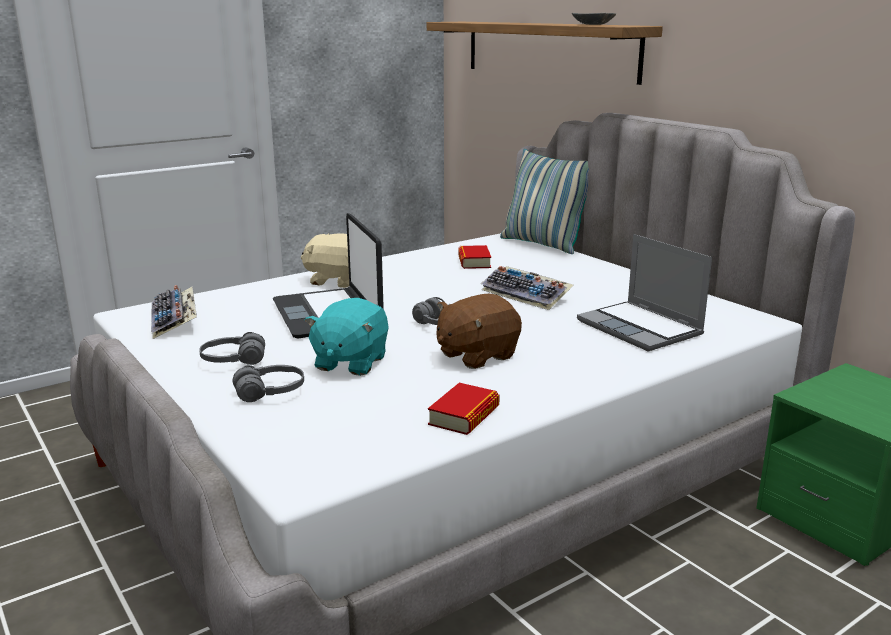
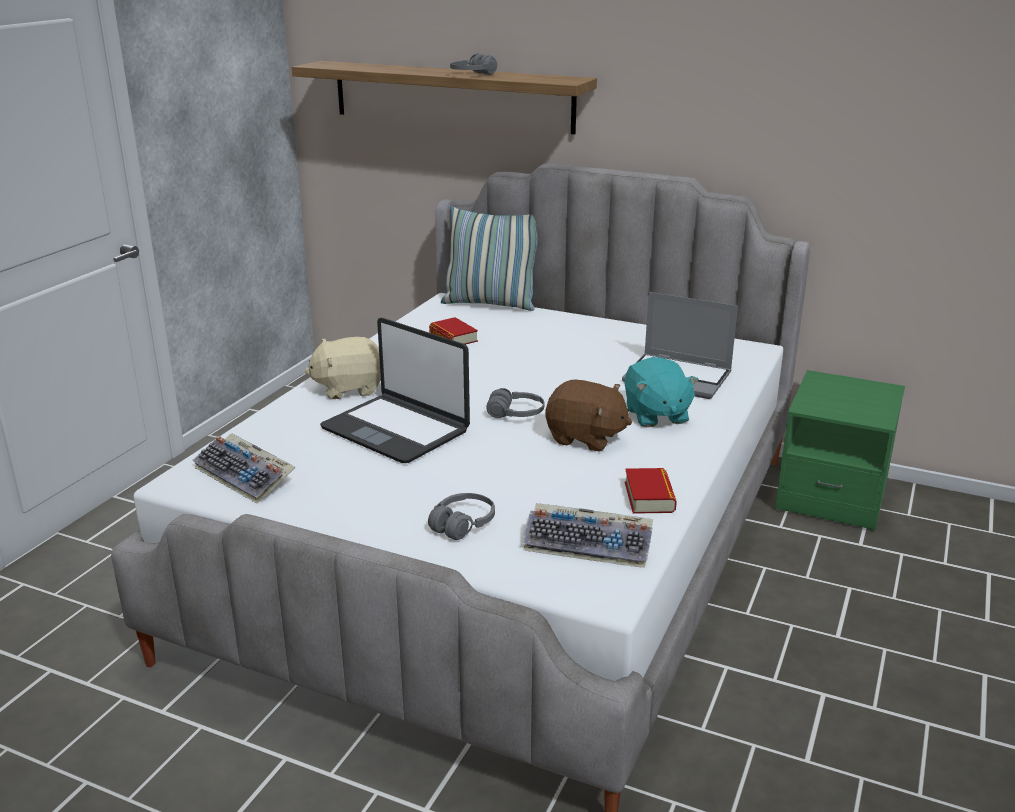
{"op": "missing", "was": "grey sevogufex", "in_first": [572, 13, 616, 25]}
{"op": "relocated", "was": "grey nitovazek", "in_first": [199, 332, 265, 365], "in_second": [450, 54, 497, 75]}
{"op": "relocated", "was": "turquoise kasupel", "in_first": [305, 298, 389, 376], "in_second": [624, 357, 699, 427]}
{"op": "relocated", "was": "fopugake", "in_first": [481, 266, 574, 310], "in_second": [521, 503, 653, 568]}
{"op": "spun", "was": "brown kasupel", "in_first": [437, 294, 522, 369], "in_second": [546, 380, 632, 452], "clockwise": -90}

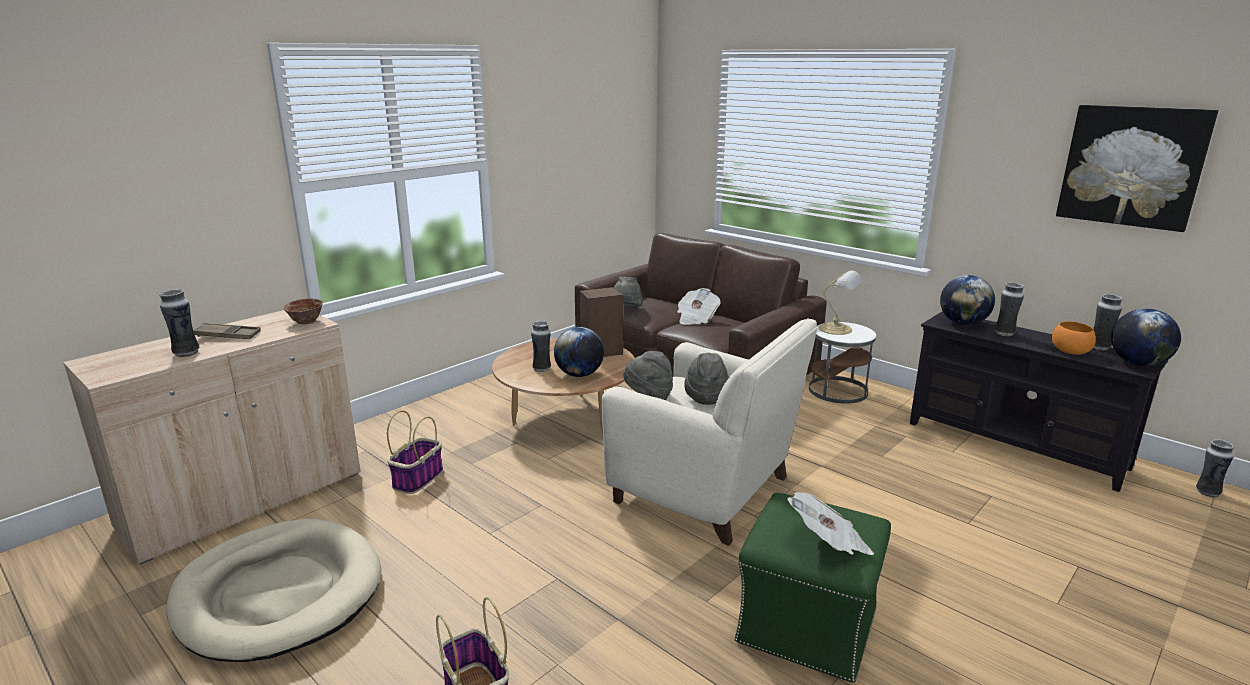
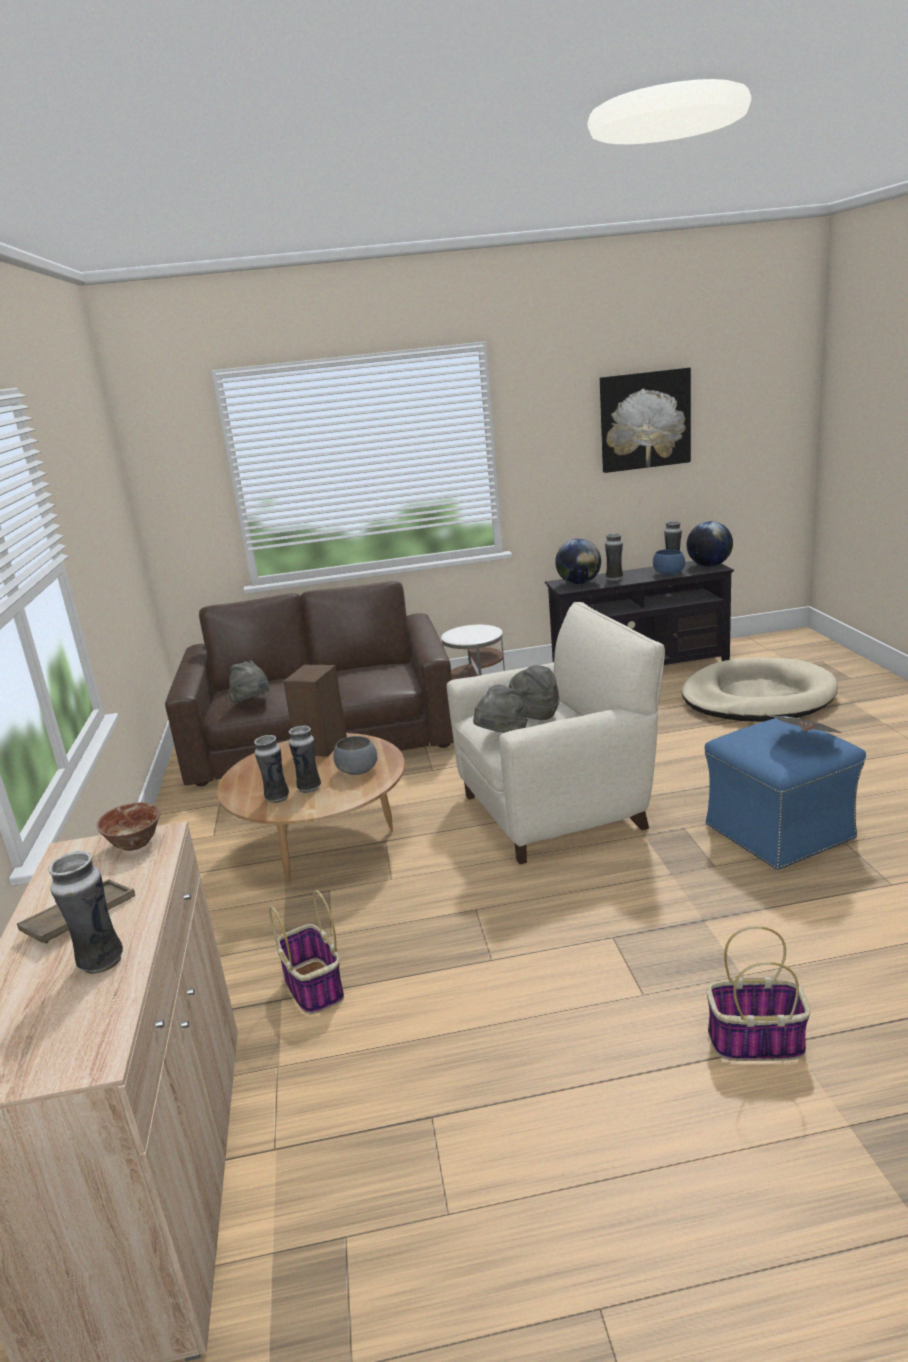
{"op": "missing", "was": "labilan", "in_first": [677, 288, 721, 325]}
{"op": "missing", "was": "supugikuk", "in_first": [819, 270, 863, 335]}
{"op": "relocated", "was": "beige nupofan", "in_first": [166, 519, 382, 662], "in_second": [682, 657, 838, 722]}
{"op": "relocated", "was": "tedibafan", "in_first": [1196, 439, 1234, 498], "in_second": [254, 735, 289, 803]}
{"op": "exchanged", "was": "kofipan", "now": "grey sevogufex", "in_first": [554, 327, 604, 377], "in_second": [333, 736, 377, 775]}
{"op": "colour", "was": "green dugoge", "now": "blue dugoge", "in_first": [735, 493, 891, 683], "in_second": [705, 716, 866, 870]}
{"op": "colour", "was": "orange sevogufex", "now": "blue sevogufex", "in_first": [1052, 321, 1096, 355], "in_second": [653, 549, 685, 575]}

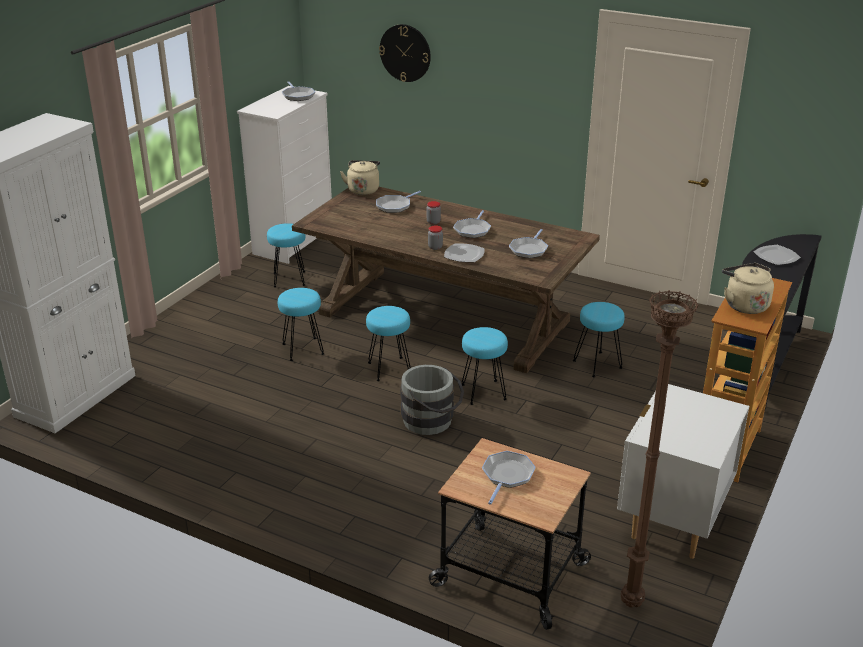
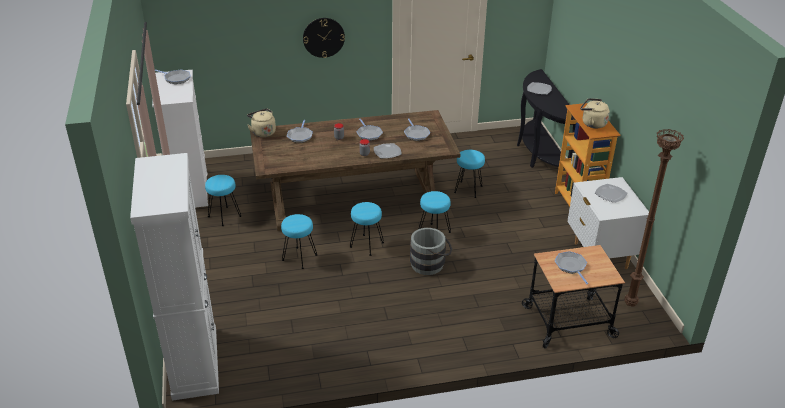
{"op": "appeared", "now": "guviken", "in_second": [595, 184, 627, 203]}
{"op": "relocated", "was": "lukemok", "in_first": [379, 24, 431, 82], "in_second": [303, 18, 345, 58]}

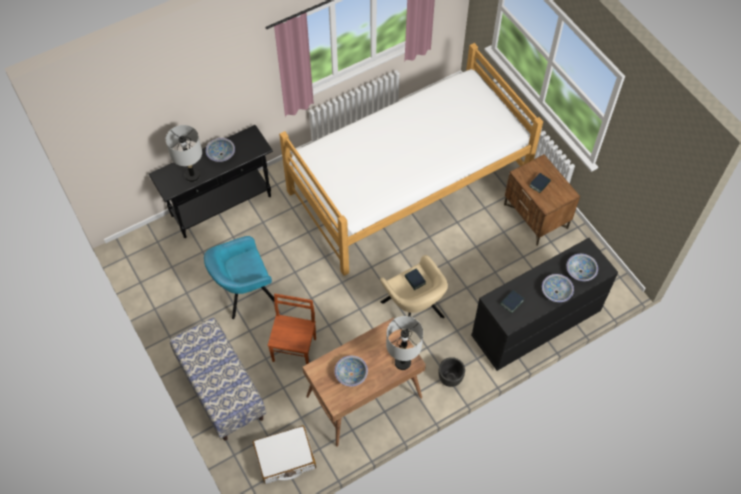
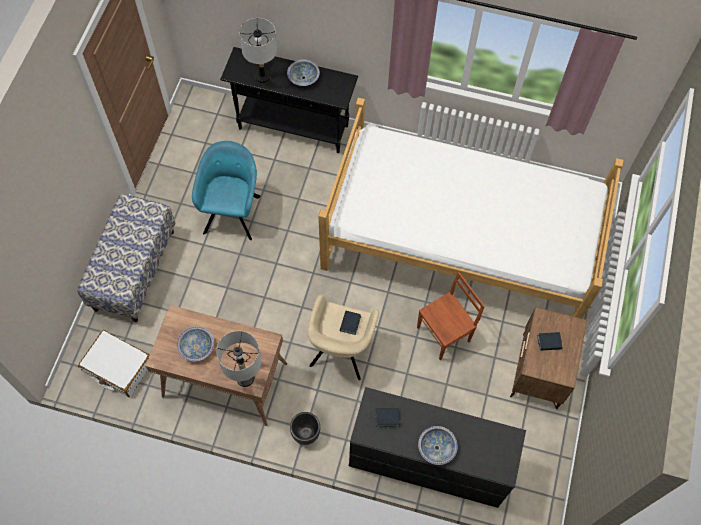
{"op": "missing", "was": "sevogufex", "in_first": [566, 254, 598, 281]}
{"op": "relocated", "was": "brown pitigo", "in_first": [268, 294, 316, 365], "in_second": [417, 272, 485, 360]}
{"op": "spun", "was": "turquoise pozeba", "in_first": [204, 236, 274, 319], "in_second": [192, 141, 261, 240], "clockwise": 75}

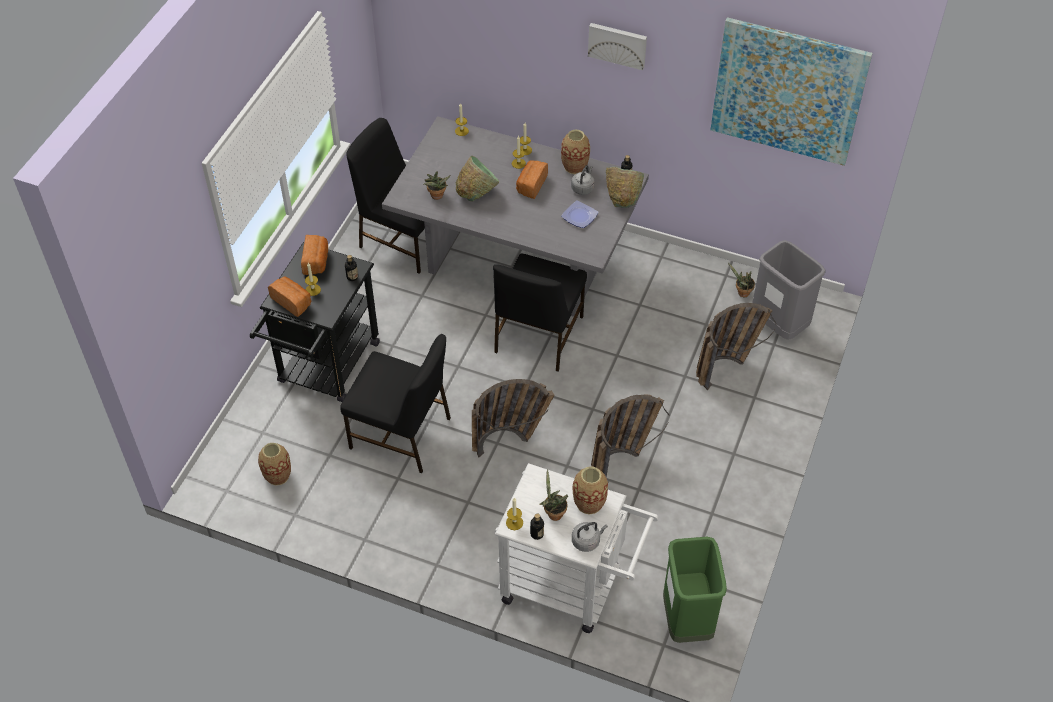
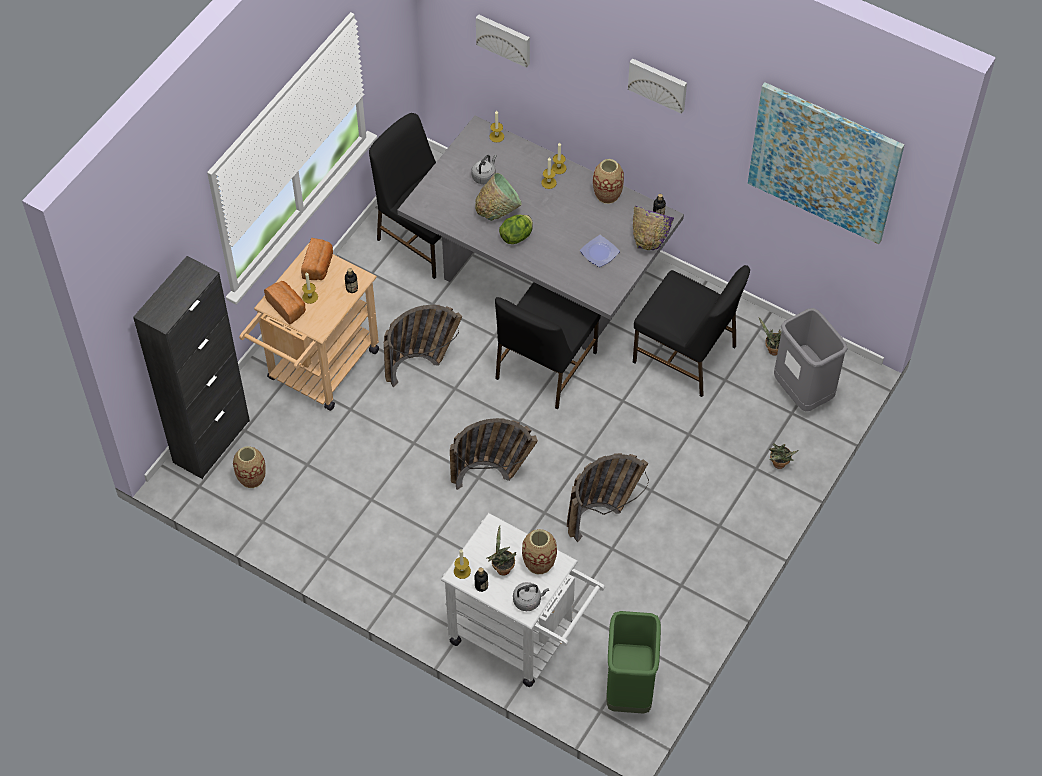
{"op": "missing", "was": "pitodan", "in_first": [516, 160, 548, 199]}
{"op": "appeared", "now": "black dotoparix", "in_second": [133, 256, 250, 479]}
{"op": "appeared", "now": "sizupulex", "in_second": [476, 14, 530, 68]}
{"op": "appeared", "now": "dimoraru", "in_second": [499, 215, 533, 244]}
{"op": "relocated", "was": "black pitigo", "in_first": [340, 334, 451, 473], "in_second": [633, 265, 750, 397]}
{"op": "relocated", "was": "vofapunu", "in_first": [424, 171, 451, 200], "in_second": [769, 444, 799, 469]}
{"op": "relocated", "was": "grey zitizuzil", "in_first": [571, 165, 595, 195], "in_second": [471, 155, 497, 184]}
{"op": "relocated", "was": "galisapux", "in_first": [696, 303, 776, 390], "in_second": [384, 305, 462, 387]}
{"op": "colour", "was": "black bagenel", "now": "beige bagenel", "in_first": [250, 242, 380, 402], "in_second": [239, 242, 379, 411]}
{"op": "colour", "was": "green sevogufex", "now": "purple sevogufex", "in_first": [606, 167, 644, 208], "in_second": [633, 206, 674, 250]}

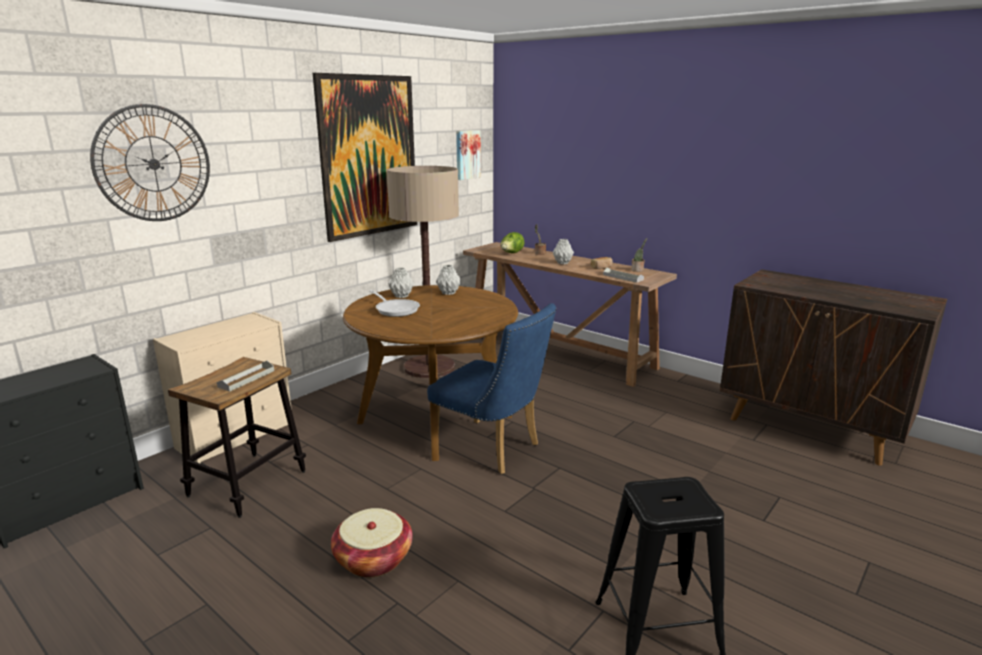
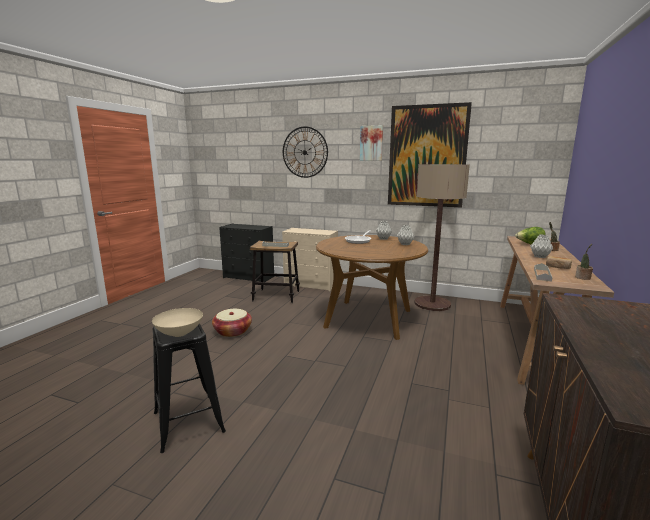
{"op": "missing", "was": "blue pitigo", "in_first": [427, 303, 556, 474]}
{"op": "appeared", "now": "beige sevogufex", "in_second": [152, 308, 203, 337]}
{"op": "relocated", "was": "sizupulex", "in_first": [456, 130, 481, 180], "in_second": [360, 125, 383, 161]}

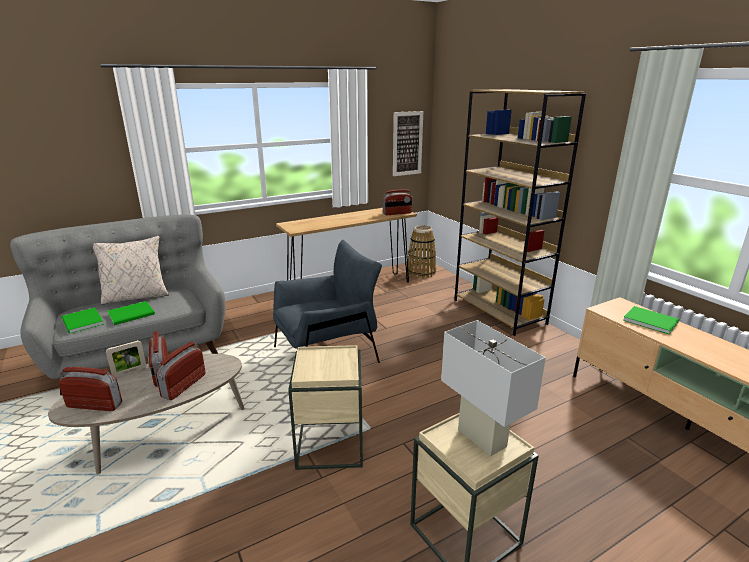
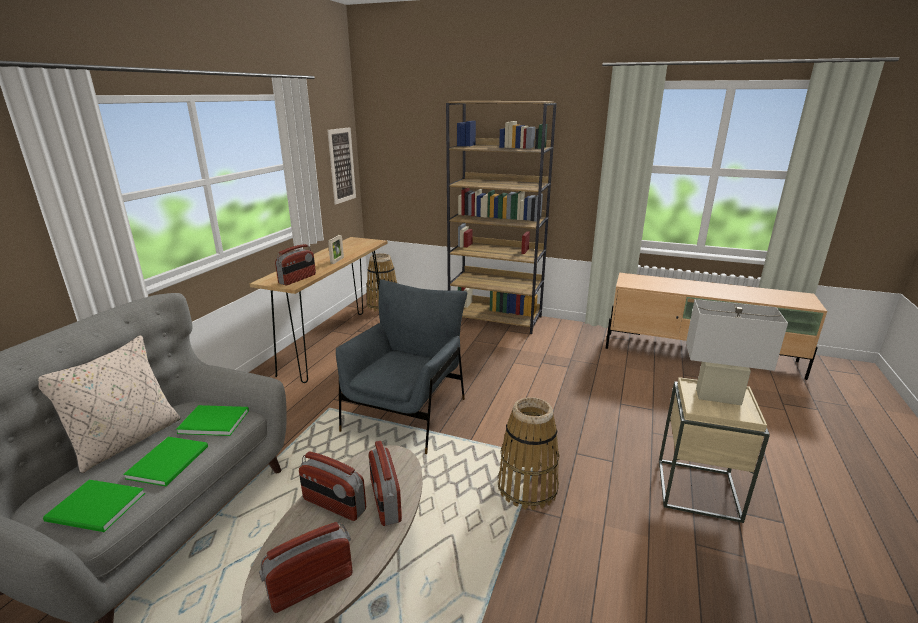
{"op": "relocated", "was": "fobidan", "in_first": [106, 340, 146, 377], "in_second": [328, 235, 344, 264]}
{"op": "relocated", "was": "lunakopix", "in_first": [382, 189, 413, 215], "in_second": [275, 244, 316, 285]}
{"op": "relocated", "was": "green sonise", "in_first": [623, 306, 679, 334], "in_second": [176, 405, 249, 436]}
{"op": "exchanged", "was": "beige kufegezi", "now": "galisapux", "in_first": [288, 345, 363, 470], "in_second": [498, 397, 559, 510]}

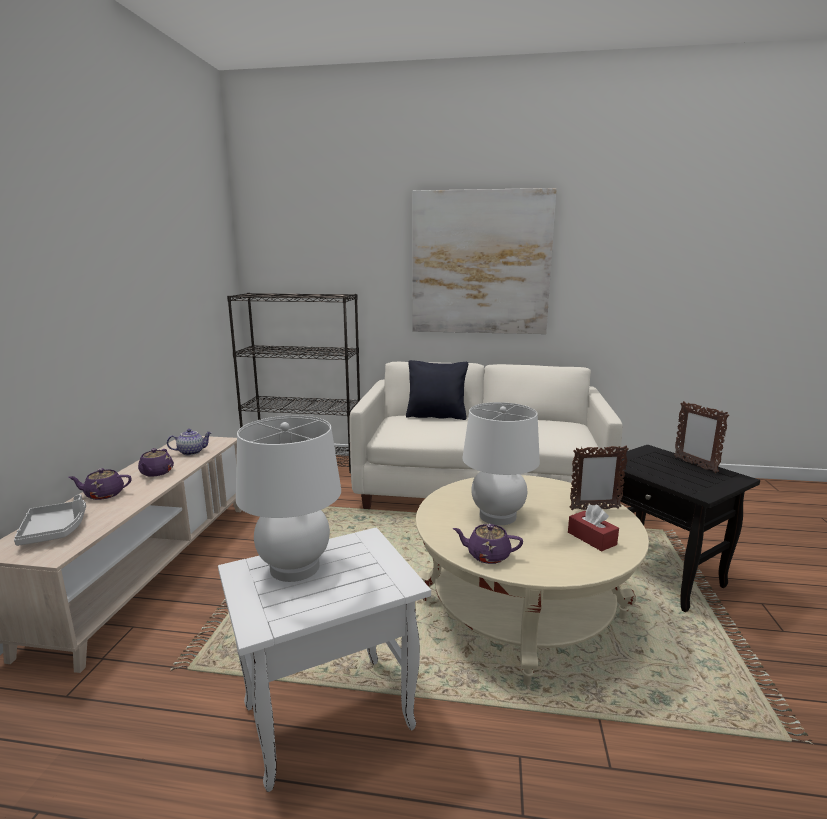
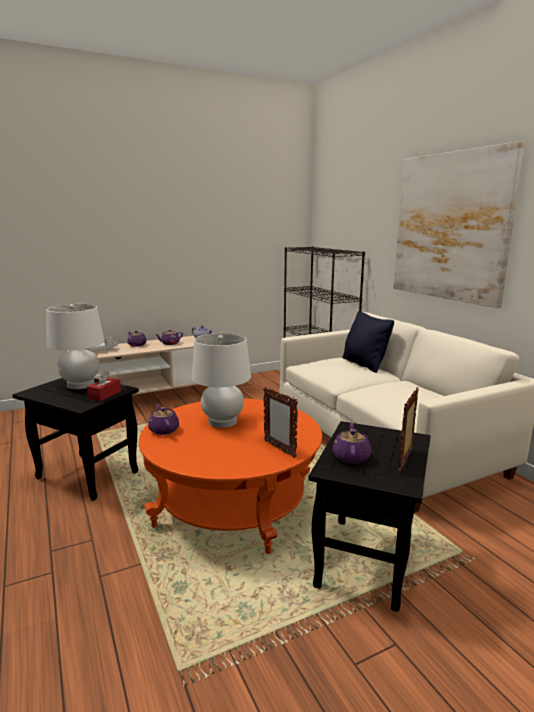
{"op": "appeared", "now": "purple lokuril", "in_second": [332, 422, 371, 464]}
{"op": "relocated", "was": "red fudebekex", "in_first": [568, 504, 619, 551], "in_second": [87, 371, 121, 401]}
{"op": "colour", "was": "white kufegezi", "now": "black kufegezi", "in_first": [218, 527, 431, 792], "in_second": [12, 378, 139, 501]}
{"op": "colour", "was": "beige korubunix", "now": "orange korubunix", "in_first": [416, 475, 649, 686], "in_second": [139, 398, 322, 554]}

